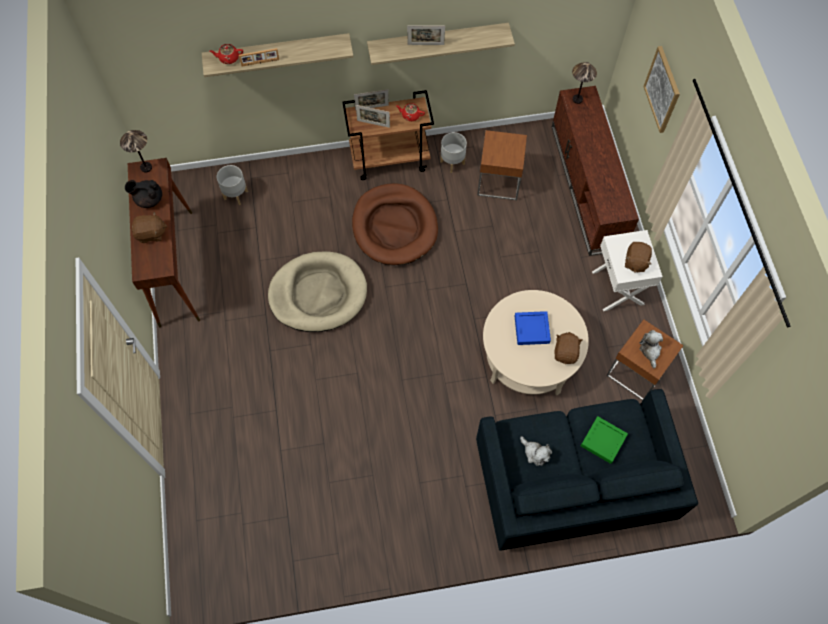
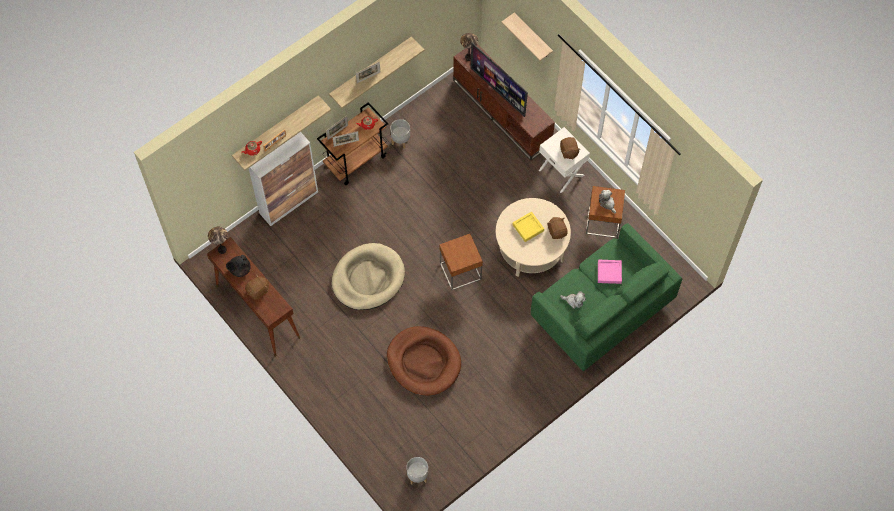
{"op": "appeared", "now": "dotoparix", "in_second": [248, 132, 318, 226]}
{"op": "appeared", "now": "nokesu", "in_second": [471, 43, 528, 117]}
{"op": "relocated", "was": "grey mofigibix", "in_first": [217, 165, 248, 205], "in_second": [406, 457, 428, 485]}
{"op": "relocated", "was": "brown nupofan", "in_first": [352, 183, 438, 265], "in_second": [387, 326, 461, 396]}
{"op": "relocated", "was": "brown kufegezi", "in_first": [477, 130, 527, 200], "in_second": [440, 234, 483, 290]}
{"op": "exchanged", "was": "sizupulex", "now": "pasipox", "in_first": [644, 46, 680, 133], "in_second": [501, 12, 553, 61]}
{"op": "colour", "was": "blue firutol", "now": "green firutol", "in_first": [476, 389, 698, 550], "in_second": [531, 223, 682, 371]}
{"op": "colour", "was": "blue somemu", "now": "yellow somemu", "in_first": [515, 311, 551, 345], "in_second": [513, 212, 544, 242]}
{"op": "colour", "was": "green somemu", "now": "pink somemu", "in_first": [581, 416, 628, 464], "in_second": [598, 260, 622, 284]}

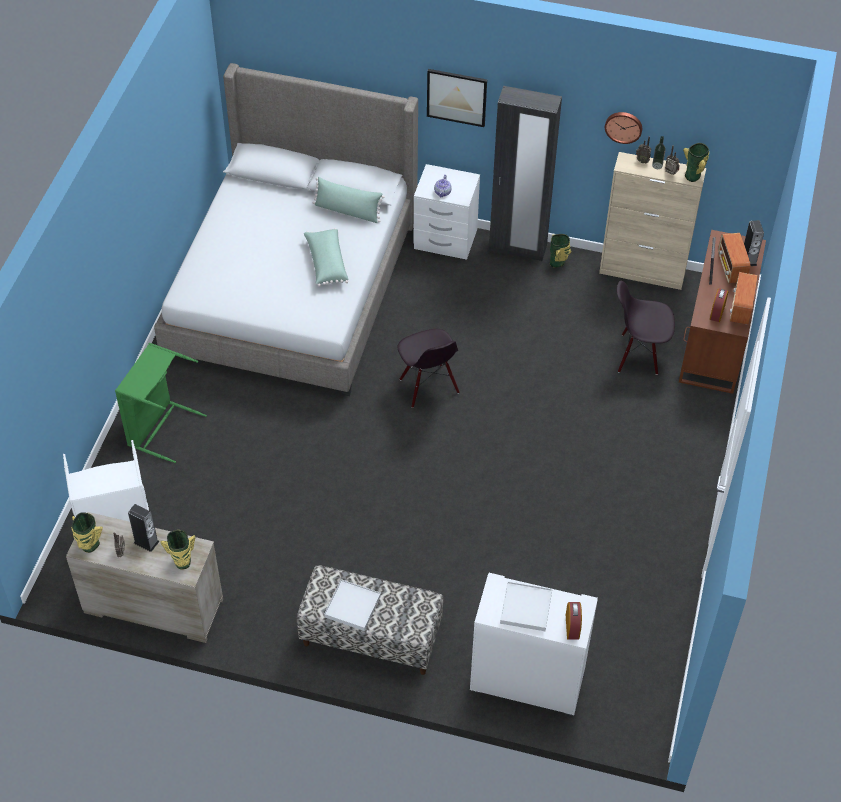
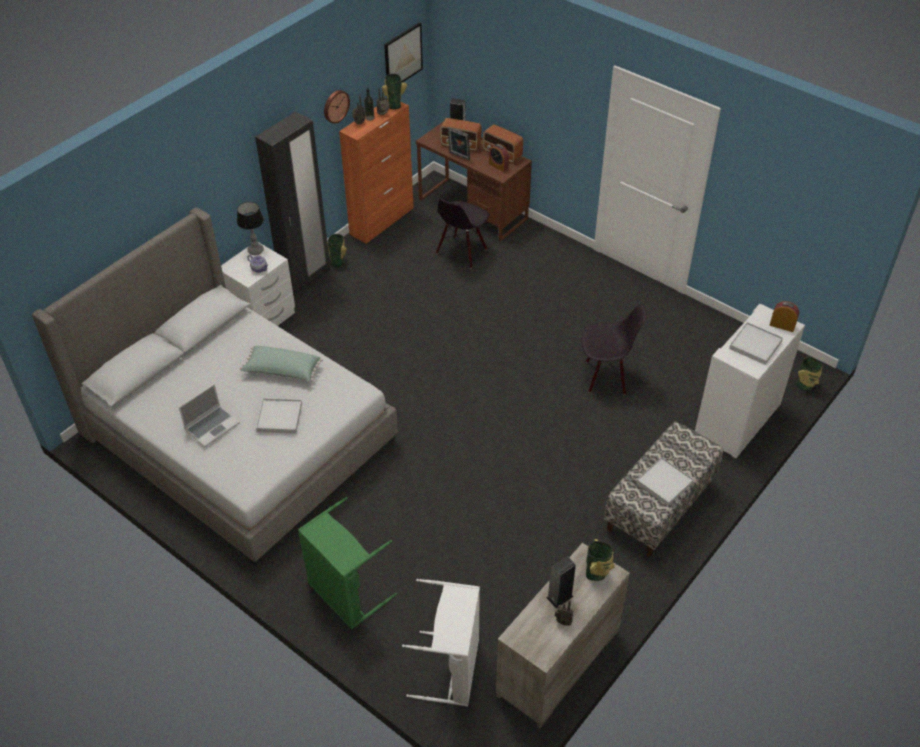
{"op": "missing", "was": "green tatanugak", "in_first": [312, 177, 385, 223]}
{"op": "appeared", "now": "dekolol", "in_second": [179, 384, 240, 447]}
{"op": "appeared", "now": "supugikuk", "in_second": [237, 202, 264, 255]}
{"op": "appeared", "now": "white somemu", "in_second": [256, 398, 302, 434]}
{"op": "relocated", "was": "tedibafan", "in_first": [72, 512, 103, 553], "in_second": [796, 357, 822, 391]}
{"op": "relocated", "was": "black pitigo", "in_first": [397, 329, 460, 408], "in_second": [581, 304, 647, 395]}
{"op": "relocated", "was": "sizupulex", "in_first": [427, 69, 487, 127], "in_second": [384, 22, 423, 82]}
{"op": "colour", "was": "beige dotoparix", "now": "orange dotoparix", "in_first": [599, 152, 706, 290], "in_second": [339, 100, 414, 244]}

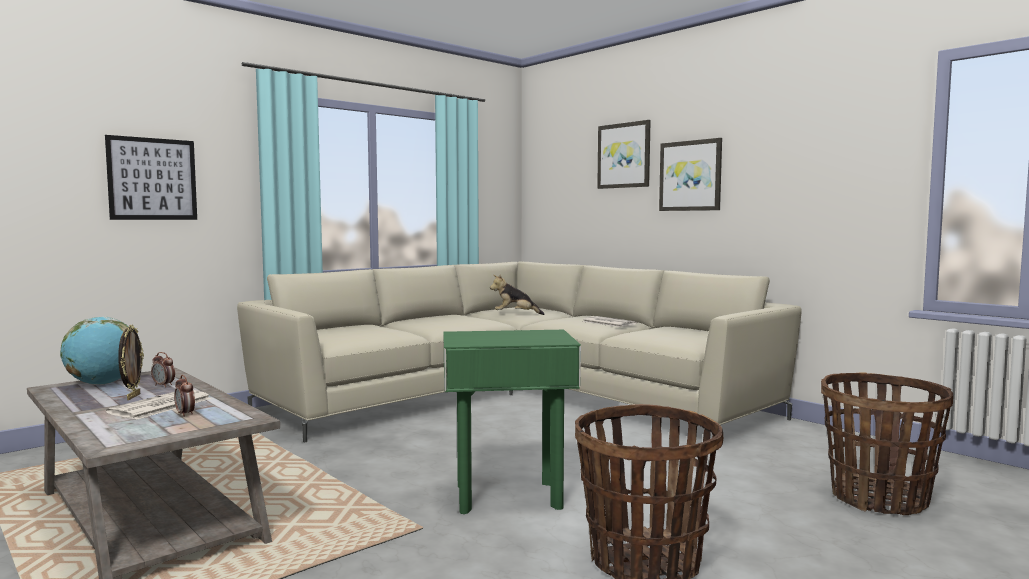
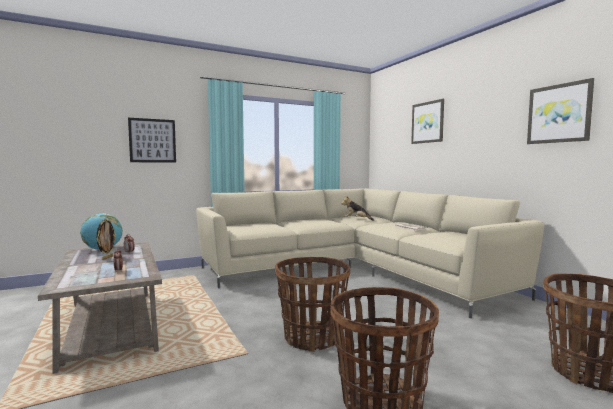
{"op": "missing", "was": "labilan", "in_first": [106, 390, 211, 420]}
{"op": "relocated", "was": "sizupulex", "in_first": [659, 138, 722, 211], "in_second": [527, 78, 594, 144]}
{"op": "exchanged", "was": "green kufegezi", "now": "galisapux", "in_first": [444, 330, 581, 514], "in_second": [275, 257, 350, 352]}

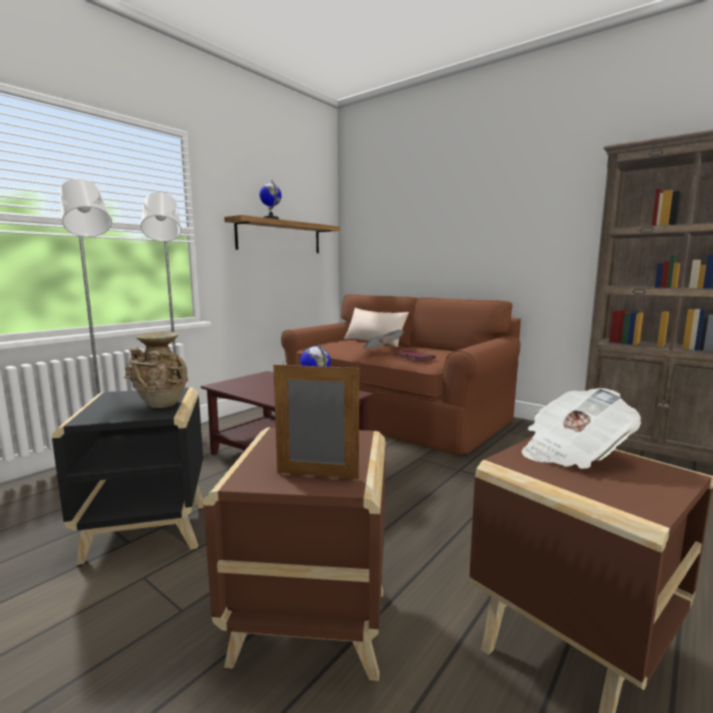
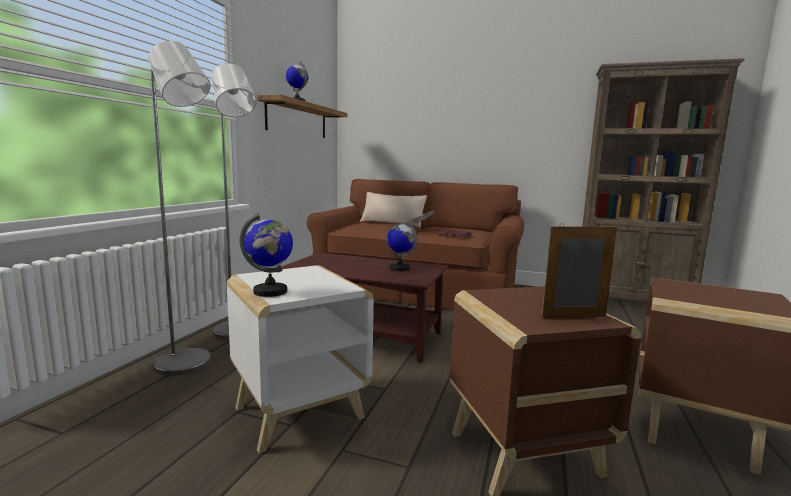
{"op": "missing", "was": "beige tedibafan", "in_first": [124, 332, 189, 408]}
{"op": "missing", "was": "labilan", "in_first": [522, 388, 641, 469]}
{"op": "appeared", "now": "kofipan", "in_second": [240, 213, 293, 297]}
{"op": "colour", "was": "black kufegezi", "now": "white kufegezi", "in_first": [52, 387, 204, 565], "in_second": [227, 265, 374, 454]}

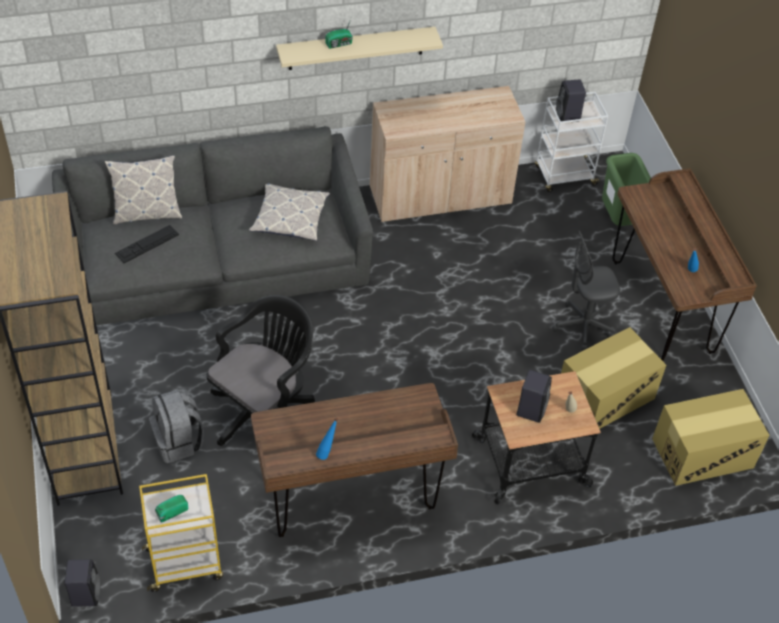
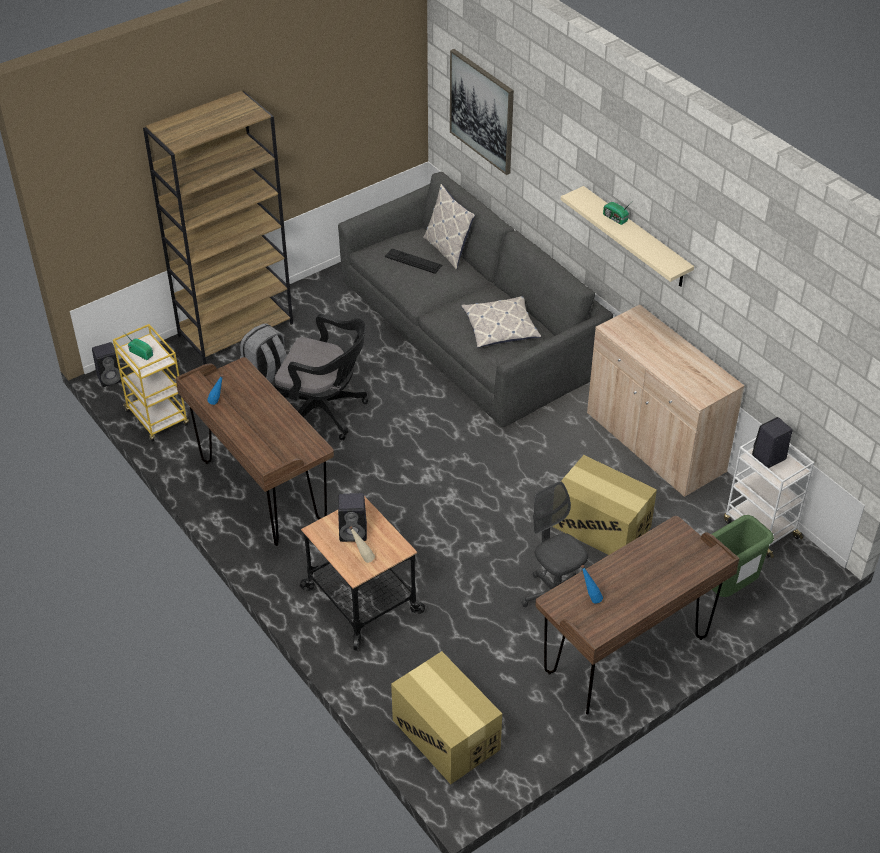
{"op": "appeared", "now": "sizupulex", "in_second": [450, 49, 514, 175]}
{"op": "relocated", "was": "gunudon", "in_first": [561, 327, 666, 429], "in_second": [552, 455, 657, 555]}

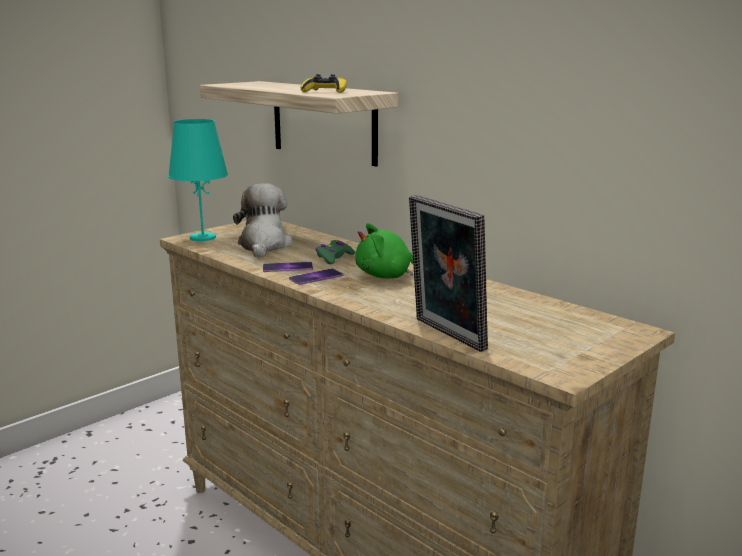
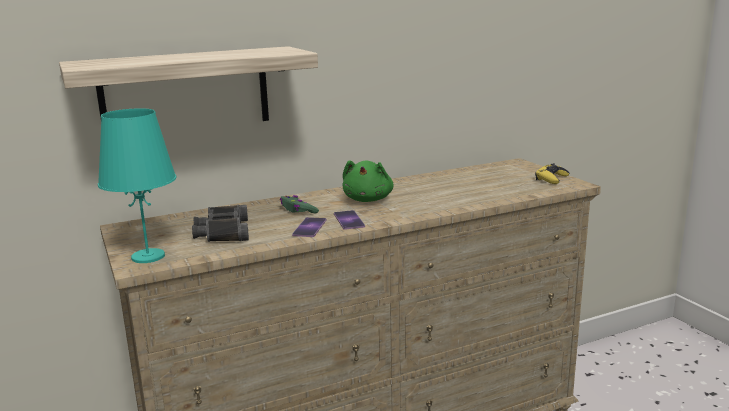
{"op": "missing", "was": "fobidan", "in_first": [409, 195, 488, 352]}
{"op": "relocated", "was": "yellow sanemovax", "in_first": [300, 74, 347, 93], "in_second": [535, 163, 569, 184]}
{"op": "exchanged", "was": "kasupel", "now": "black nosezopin", "in_first": [233, 183, 293, 258], "in_second": [192, 205, 249, 242]}

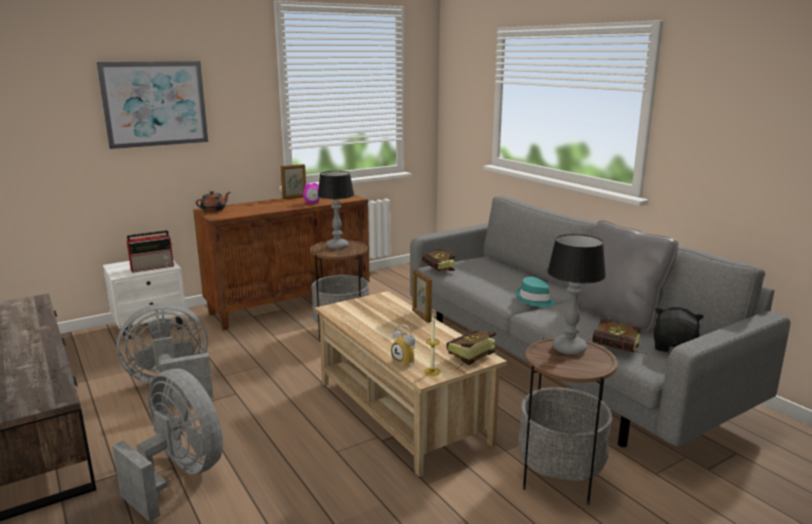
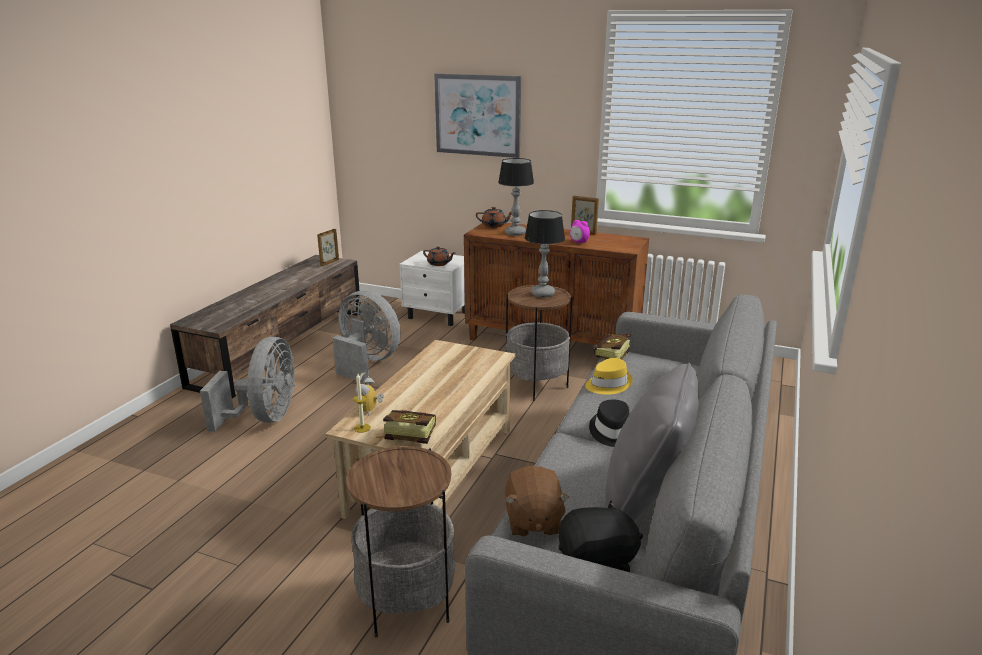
{"op": "appeared", "now": "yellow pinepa", "in_second": [585, 358, 633, 395]}
{"op": "relocated", "was": "fobidan", "in_first": [412, 269, 432, 323], "in_second": [317, 229, 339, 266]}
{"op": "relocated", "was": "supugikuk", "in_first": [547, 234, 606, 355], "in_second": [498, 158, 534, 236]}
{"op": "exchanged", "was": "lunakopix", "now": "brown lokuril", "in_first": [127, 230, 174, 273], "in_second": [423, 246, 455, 266]}
{"op": "exchanged", "was": "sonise", "now": "brown kasupel", "in_first": [592, 318, 648, 355], "in_second": [505, 466, 569, 537]}
{"op": "colour", "was": "turquoise pinepa", "now": "black pinepa", "in_first": [516, 277, 555, 307], "in_second": [589, 400, 629, 447]}

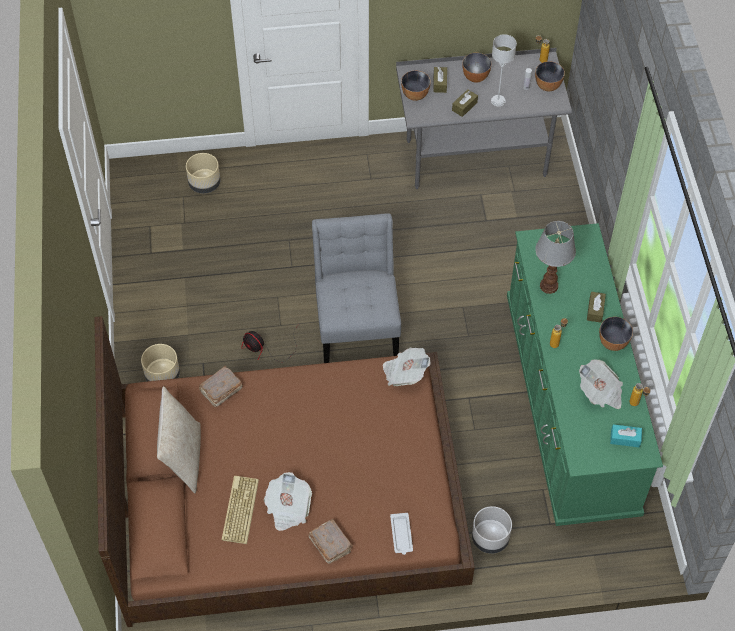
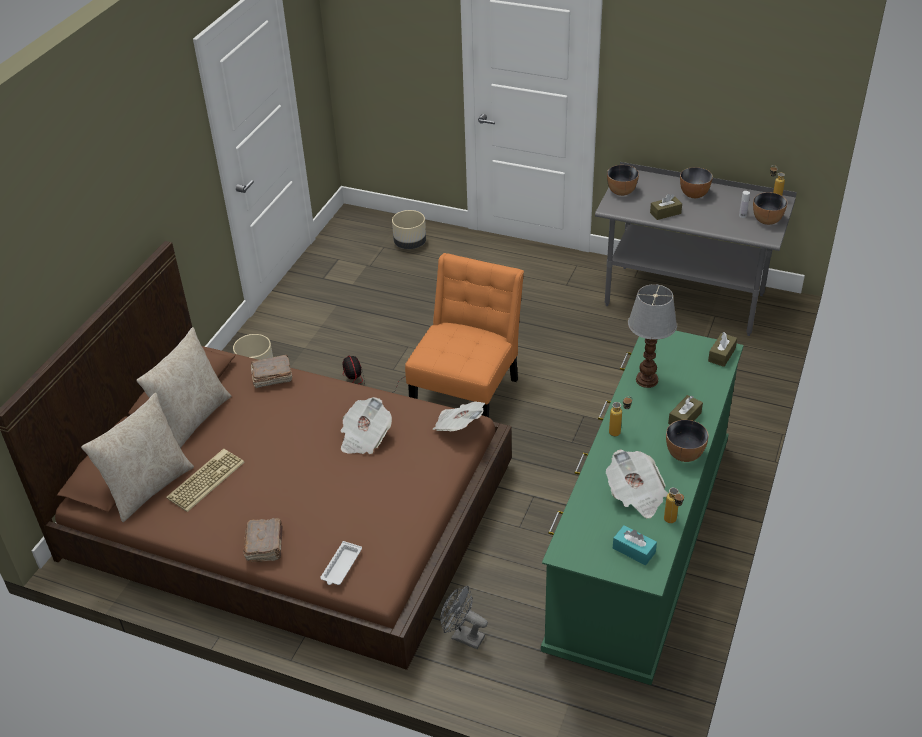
{"op": "missing", "was": "grey supugikuk", "in_first": [491, 34, 517, 107]}
{"op": "appeared", "now": "beige tatanugak", "in_second": [81, 393, 194, 522]}
{"op": "relocated", "was": "labilan", "in_first": [264, 472, 312, 531], "in_second": [341, 397, 392, 454]}
{"op": "relocated", "was": "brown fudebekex", "in_first": [433, 67, 447, 93], "in_second": [708, 332, 737, 367]}
{"op": "exchanged", "was": "grey mofigibix", "now": "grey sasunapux", "in_first": [472, 506, 512, 554], "in_second": [440, 586, 488, 649]}
{"op": "colour", "was": "grey pitigo", "now": "orange pitigo", "in_first": [312, 213, 401, 363], "in_second": [405, 253, 524, 418]}

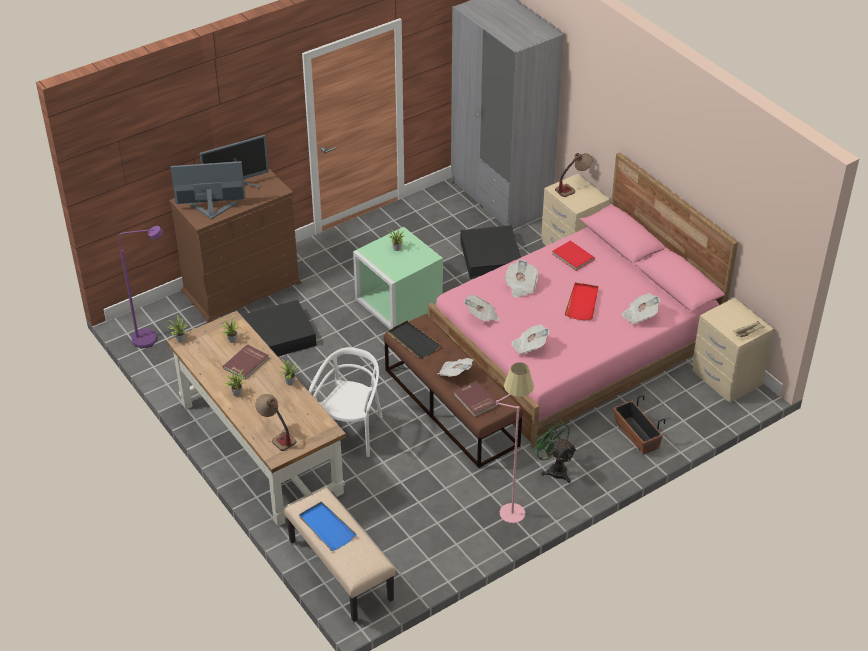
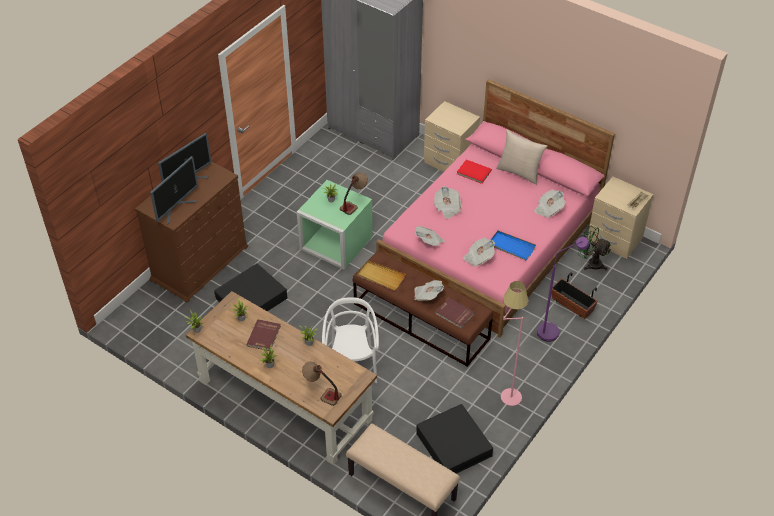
{"op": "missing", "was": "red somemu", "in_first": [565, 283, 599, 321]}
{"op": "appeared", "now": "beige tatanugak", "in_second": [496, 129, 548, 185]}
{"op": "relocated", "was": "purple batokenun", "in_first": [119, 226, 163, 348], "in_second": [537, 237, 589, 342]}
{"op": "relocated", "was": "blue somemu", "in_first": [299, 501, 357, 551], "in_second": [491, 231, 536, 260]}
{"op": "relocated", "was": "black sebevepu", "in_first": [460, 225, 521, 279], "in_second": [416, 404, 493, 474]}
{"op": "relocated", "was": "green sasunapux", "in_first": [531, 419, 577, 483], "in_second": [578, 226, 611, 270]}
{"op": "relocated", "was": "supugikuk", "in_first": [555, 153, 592, 197], "in_second": [340, 172, 368, 215]}
{"op": "colour", "was": "black somemu", "now": "beige somemu", "in_first": [388, 320, 441, 359], "in_second": [357, 260, 405, 290]}
{"op": "spun", "was": "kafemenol", "in_first": [170, 161, 246, 219], "in_second": [150, 156, 198, 225], "clockwise": 150}

